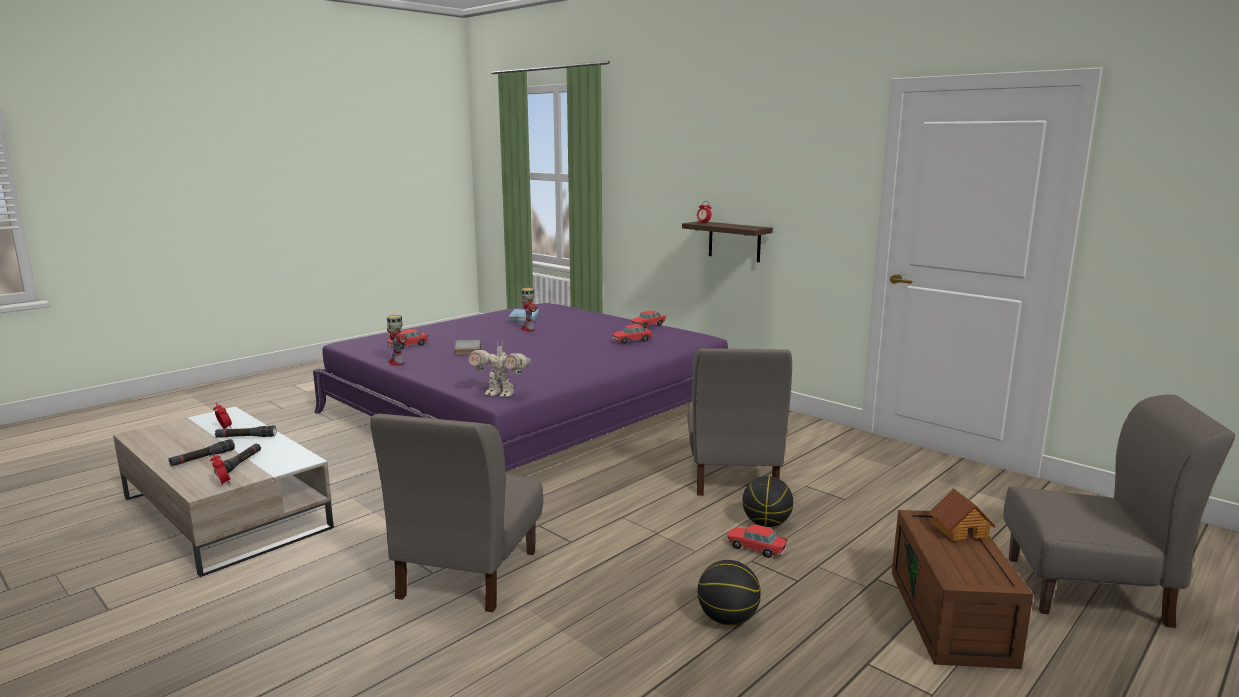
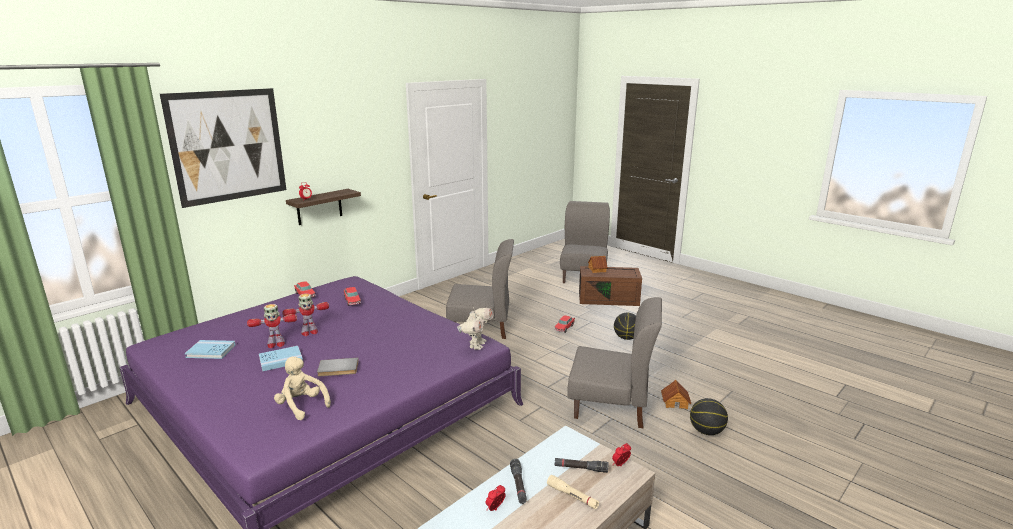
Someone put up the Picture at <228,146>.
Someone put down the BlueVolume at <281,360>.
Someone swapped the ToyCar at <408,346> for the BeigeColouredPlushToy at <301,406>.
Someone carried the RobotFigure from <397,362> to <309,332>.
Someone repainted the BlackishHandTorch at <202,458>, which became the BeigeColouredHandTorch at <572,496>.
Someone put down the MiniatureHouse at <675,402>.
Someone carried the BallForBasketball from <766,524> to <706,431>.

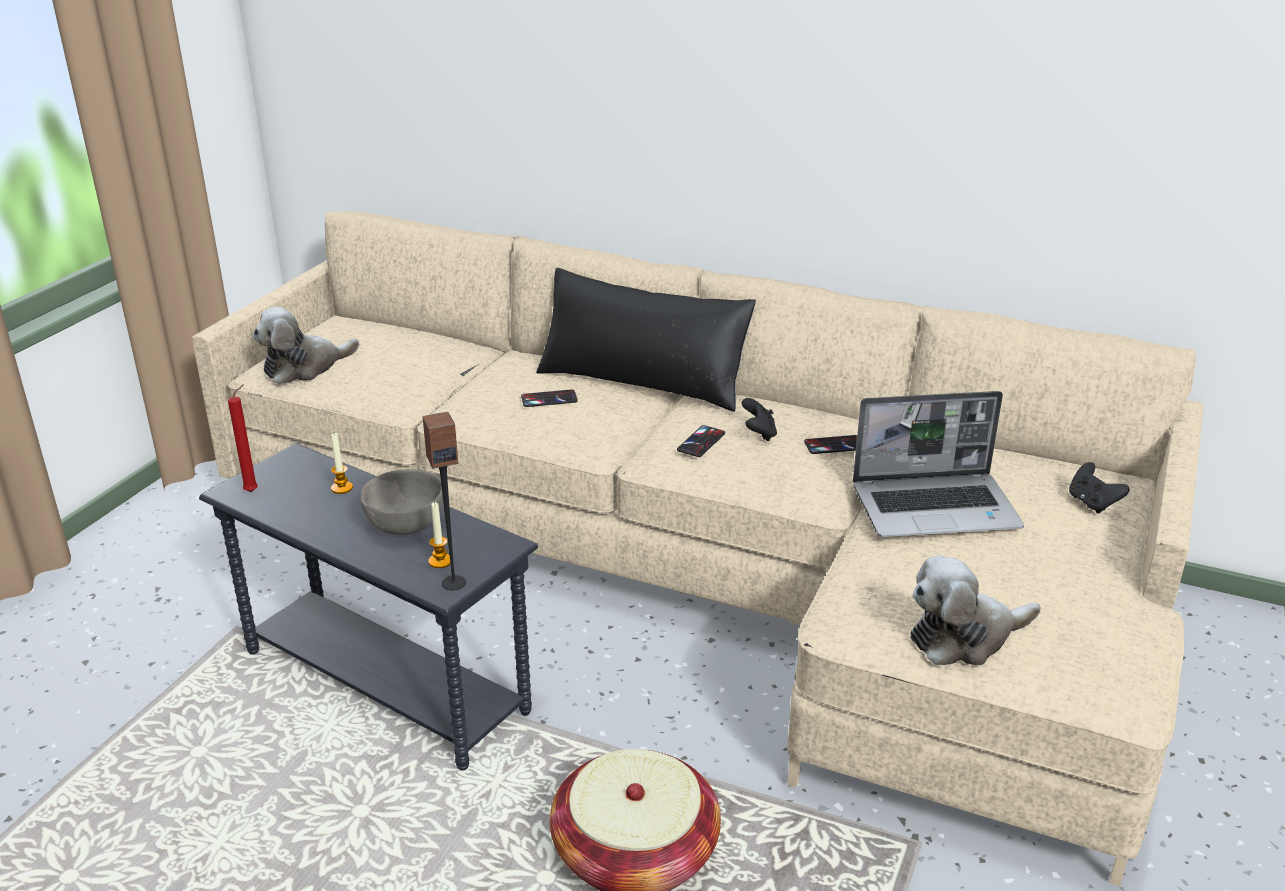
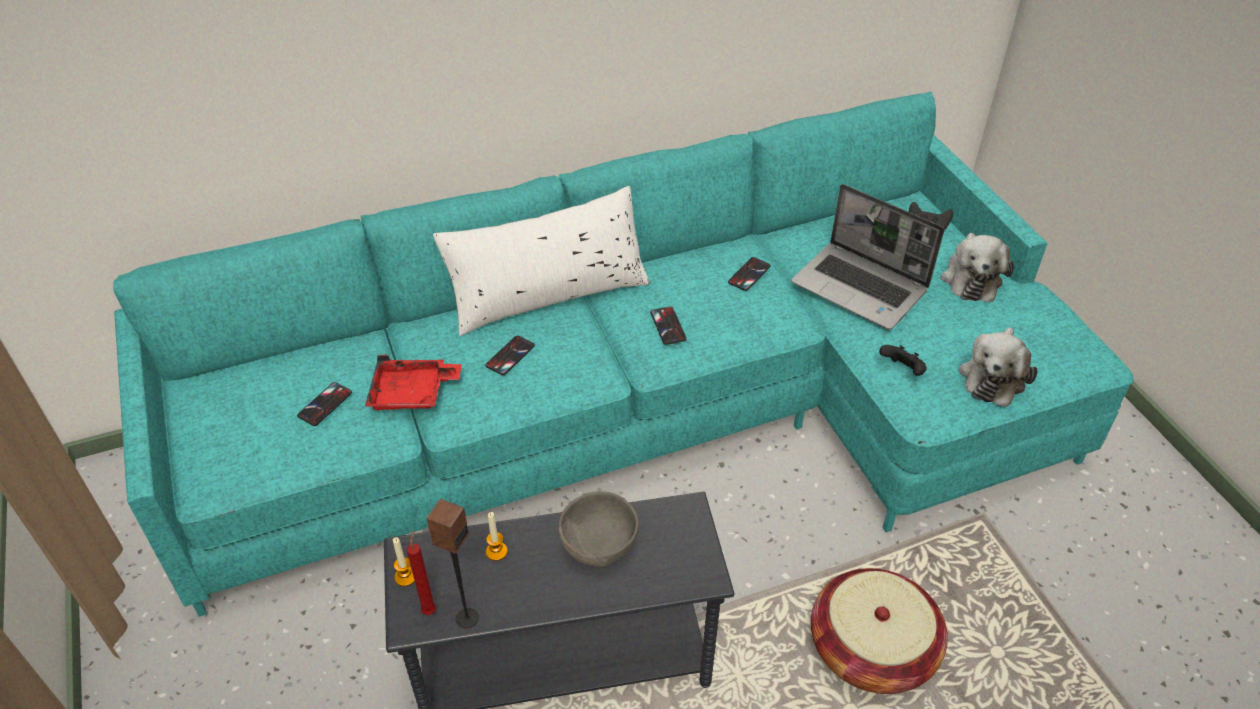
Someone repainted the BeigeColouredCouch at <704,571>, which became the TurquoiseColouredCouch at <651,414>.
Someone put down the Telephone at <325,404>.
Someone put down the ReddishCarryingTray at <412,393>.
Someone carried the WaxLight from <440,561> to <405,577>.
Someone carried the Speaker from <453,583> to <466,618>.
Someone repainted the BlackishCushion at <642,380>, which became the WhitishCushion at <548,294>.
Someone rotated the Laptop at <936,507> by 90 degrees clockwise.
Someone carried the BlackishGamepad from <758,434> to <902,371>.
Someone carried the PlushToy from <304,367> to <971,278>.

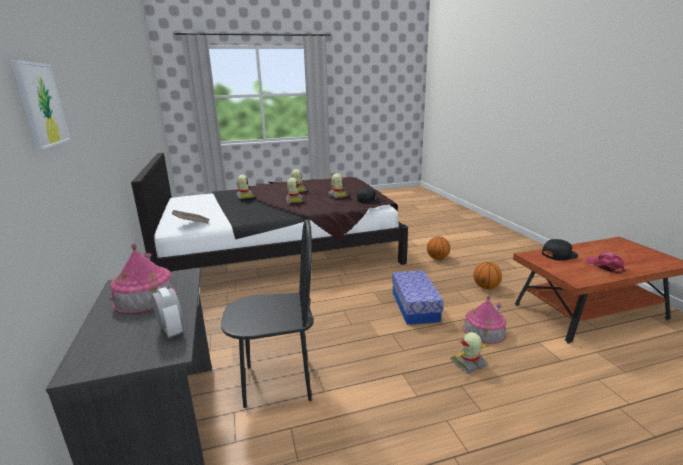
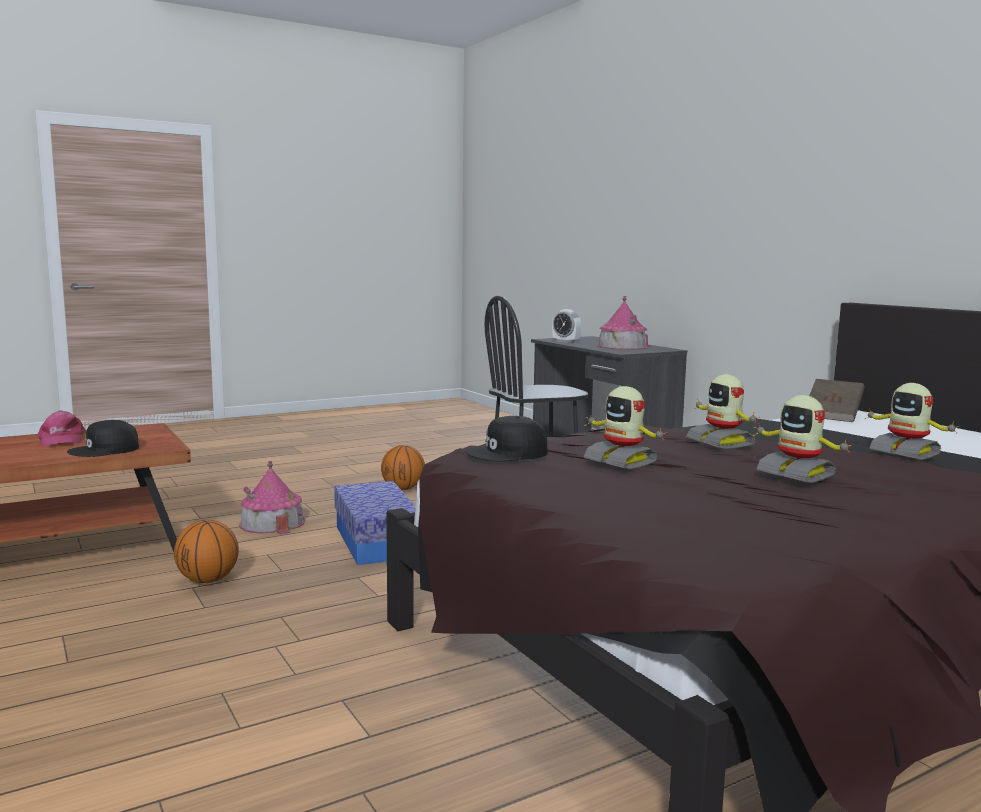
Someone carried the BallForBasketball from <437,258> to <403,489>.
Someone took away the Picture at <41,105>.
Someone took away the RobotFigure at <468,364>.

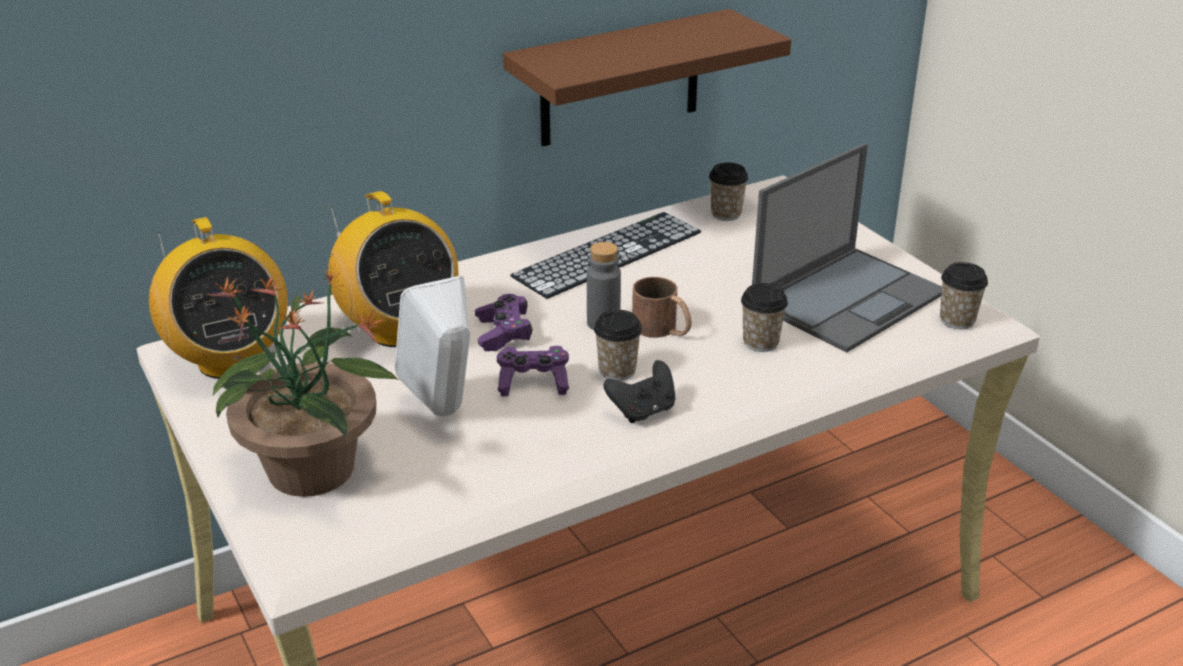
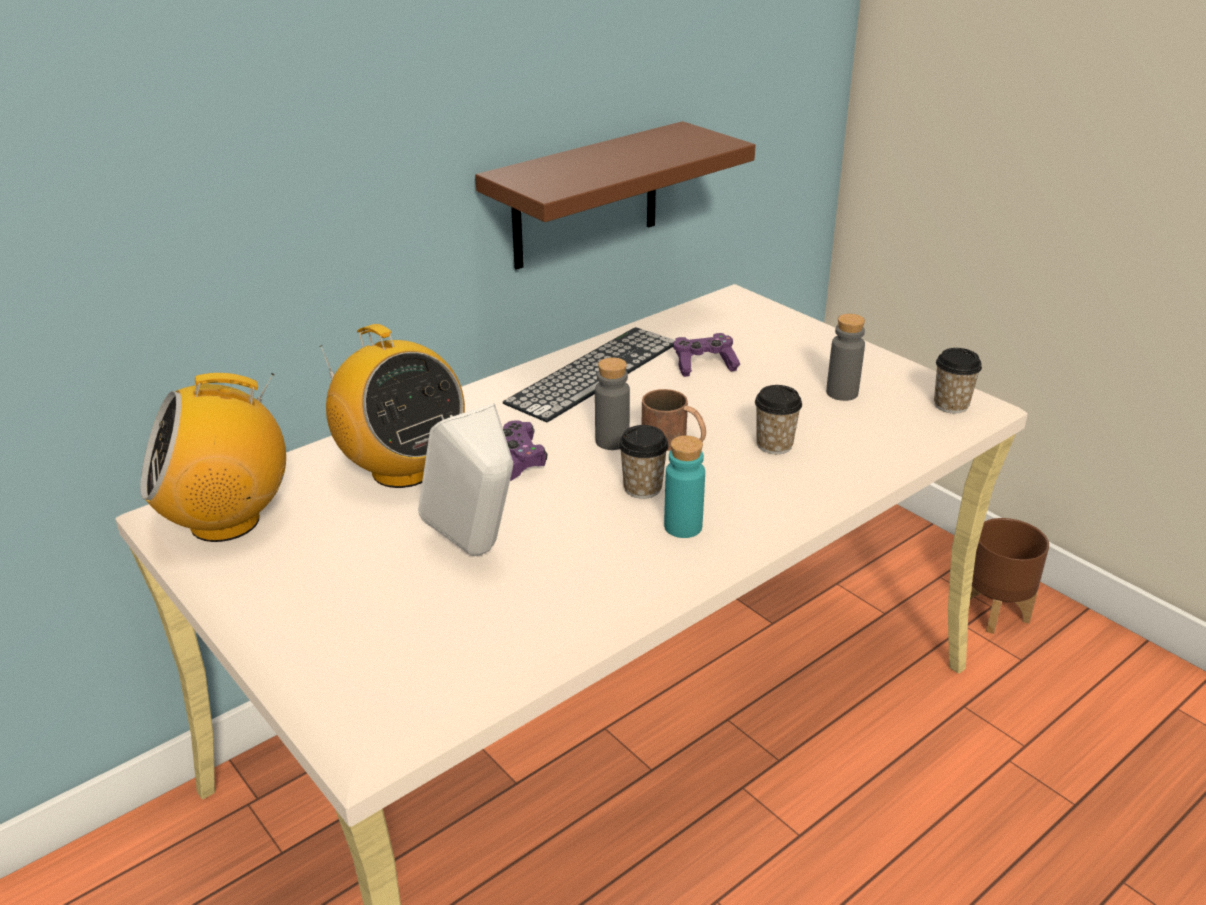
Someone rotated the RadioSet at <229,361> by 105 degrees clockwise.
Someone swapped the BlackishGamepad at <643,411> for the TurquoiseColouredBeverageBottle at <683,527>.
Someone carried the PurplishGamepad from <533,383> to <704,365>.
Someone swapped the Laptop at <849,297> for the GreyishBeverageBottle at <842,393>.
Someone put down the BrownFlowerPot at <995,612>.
Someone took away the PlantInAPot at <312,471>.
Someone took away the SmallCup at <726,214>.

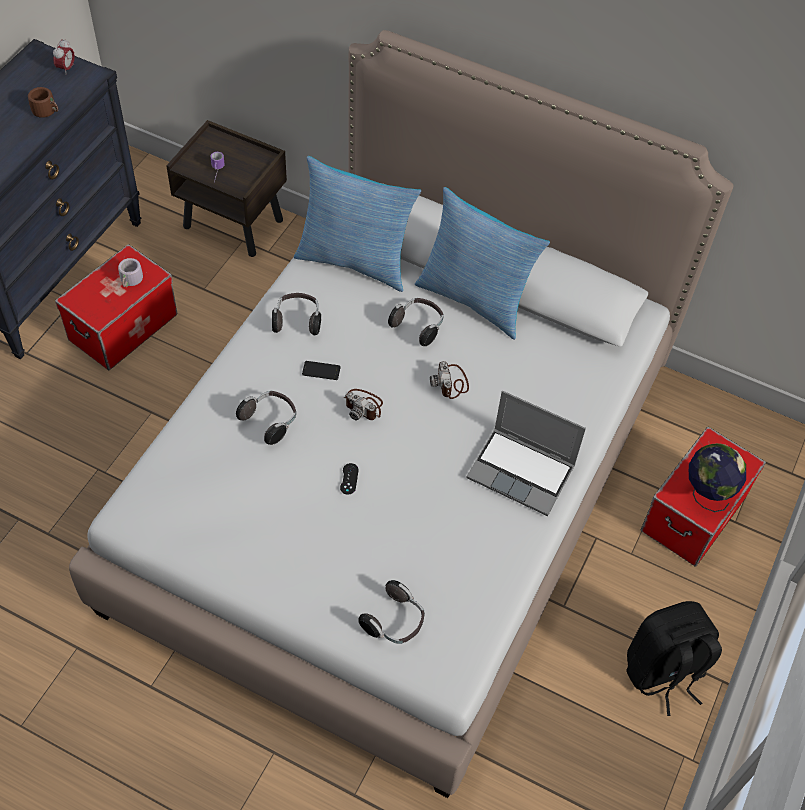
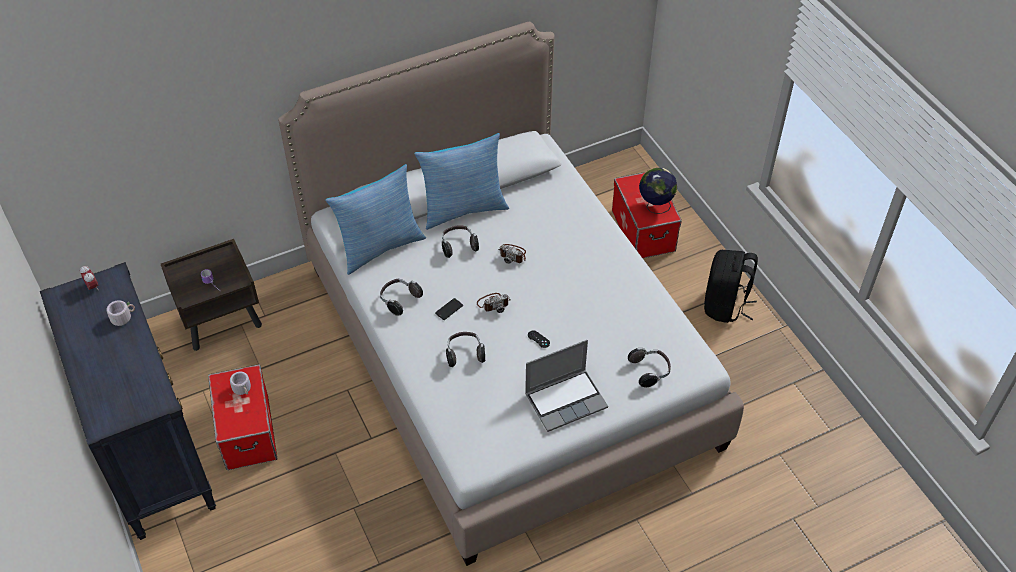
Someone repainted the BrownTeaMug at <47,110>, which became the GreyishTeaMug at <123,317>.
Someone carried the Laptop from <522,472> to <566,400>.

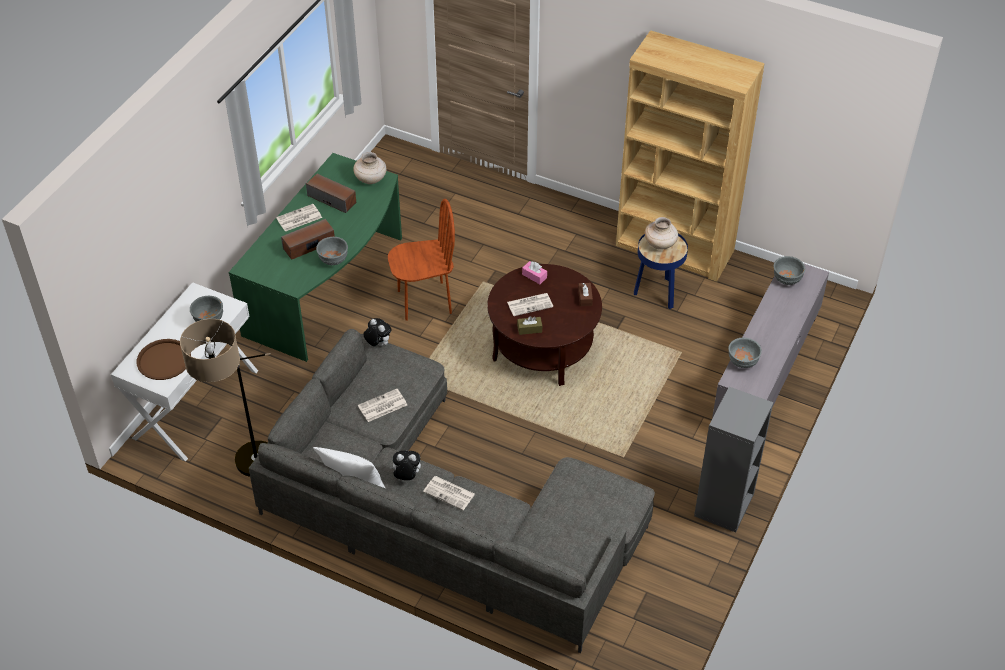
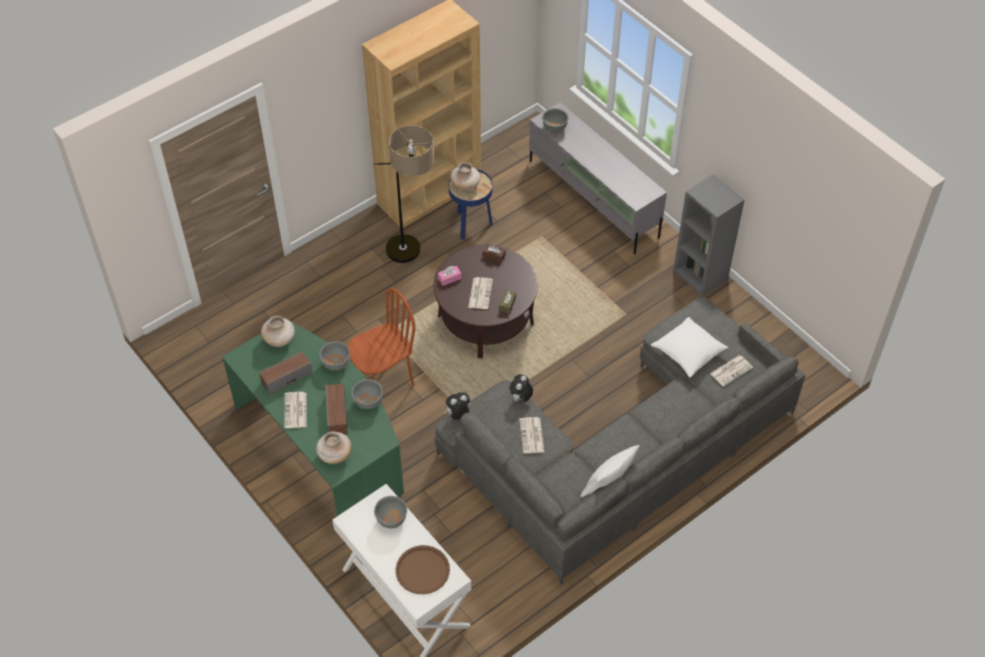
Someone put down the BeigeColouredDecorativeVase at <334,455>.
Someone carried the GreyishBowl from <743,362> to <336,363>.
Someone rotated the BrownUprightChair at <424,301> by 45 degrees clockwise.
Someone carried the FloorLamp from <247,472> to <411,258>.
Someone carried the PlushToy from <406,476> to <521,398>.
Someone put down the WhitishCushion at <688,352>.
Someone carried the PrintedPaper from <450,493> to <731,370>.

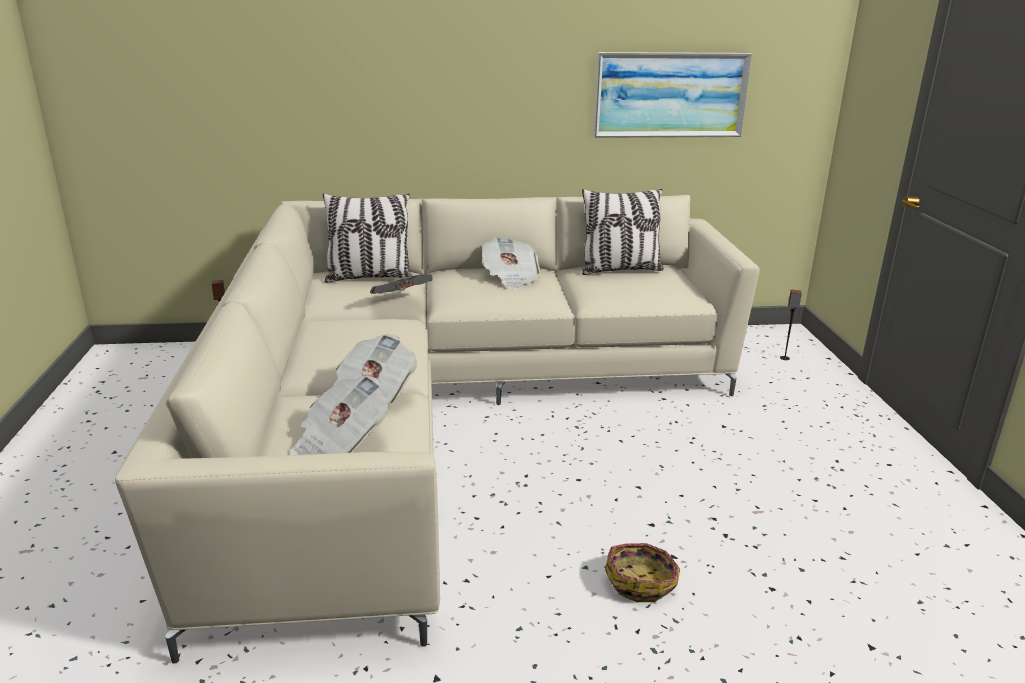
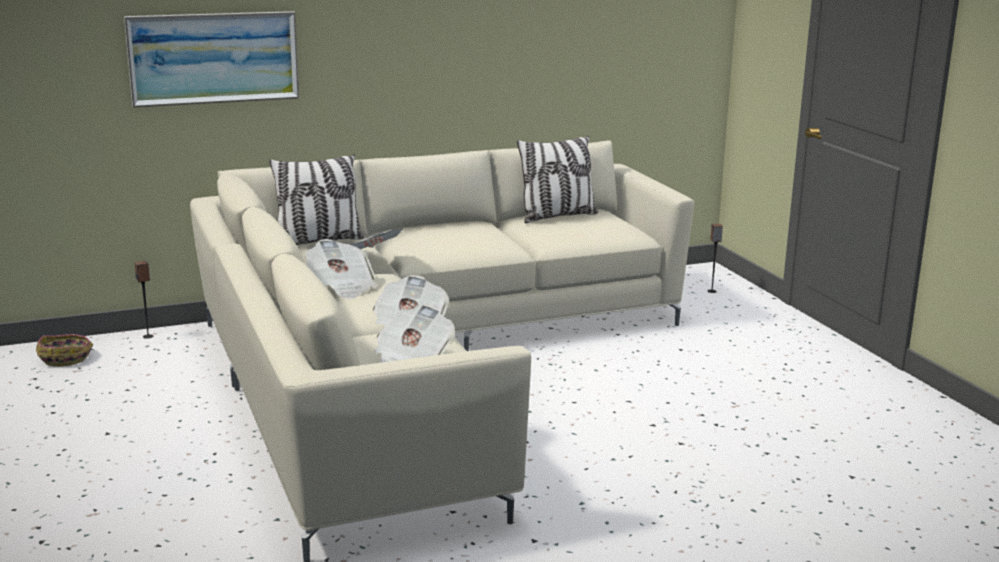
Someone carried the StorageBasket from <641,581> to <66,358>.
Someone carried the Picture from <670,95> to <214,58>.
Someone carried the PrintedPaper from <511,278> to <341,287>.

